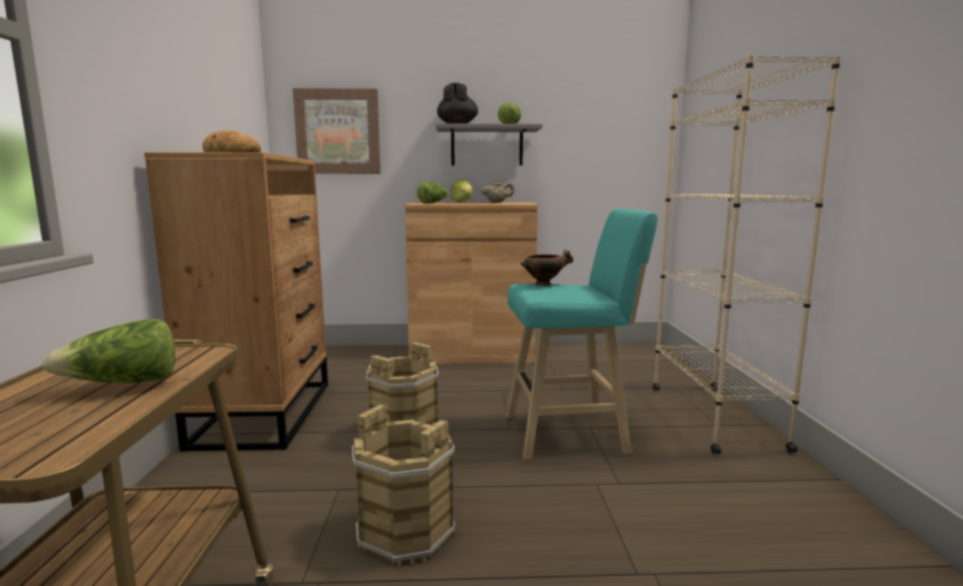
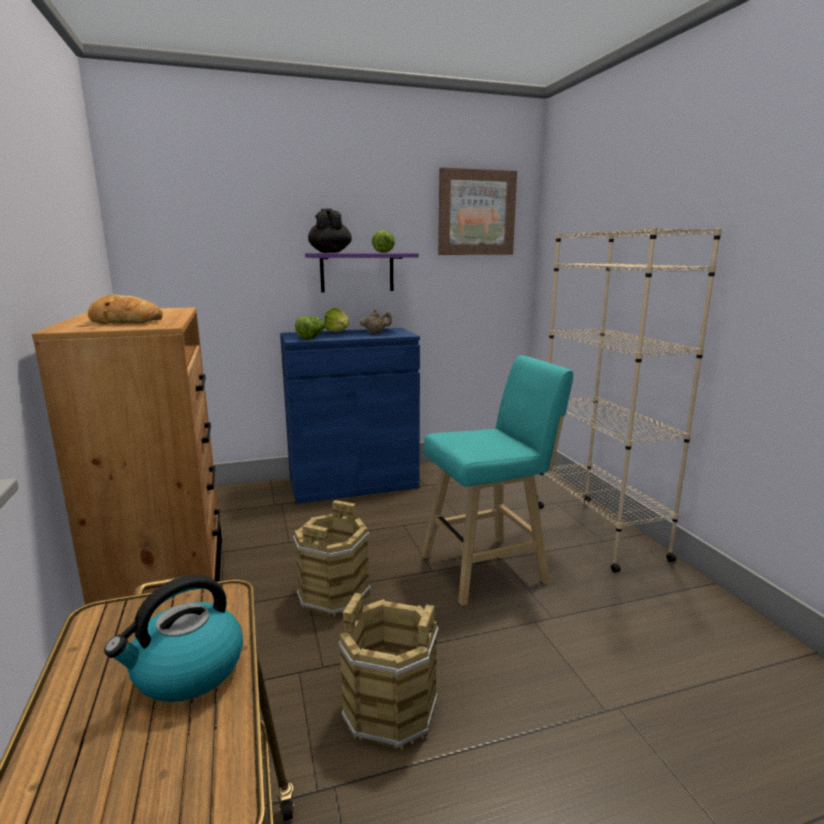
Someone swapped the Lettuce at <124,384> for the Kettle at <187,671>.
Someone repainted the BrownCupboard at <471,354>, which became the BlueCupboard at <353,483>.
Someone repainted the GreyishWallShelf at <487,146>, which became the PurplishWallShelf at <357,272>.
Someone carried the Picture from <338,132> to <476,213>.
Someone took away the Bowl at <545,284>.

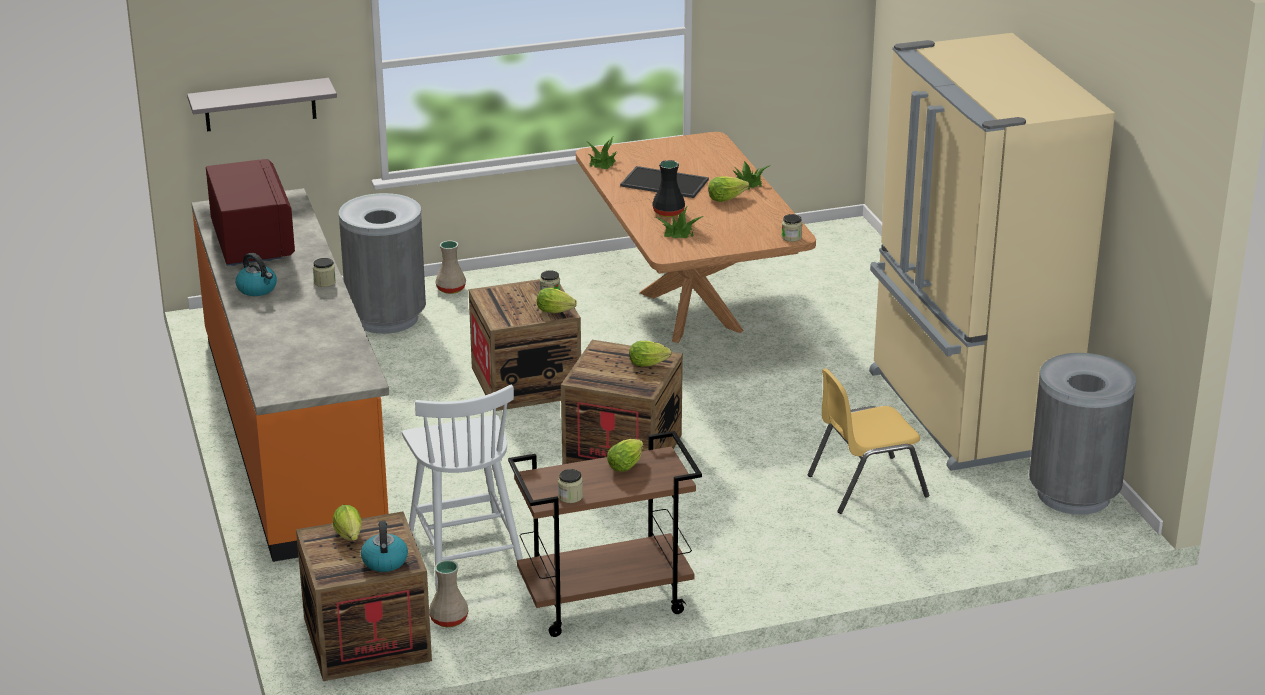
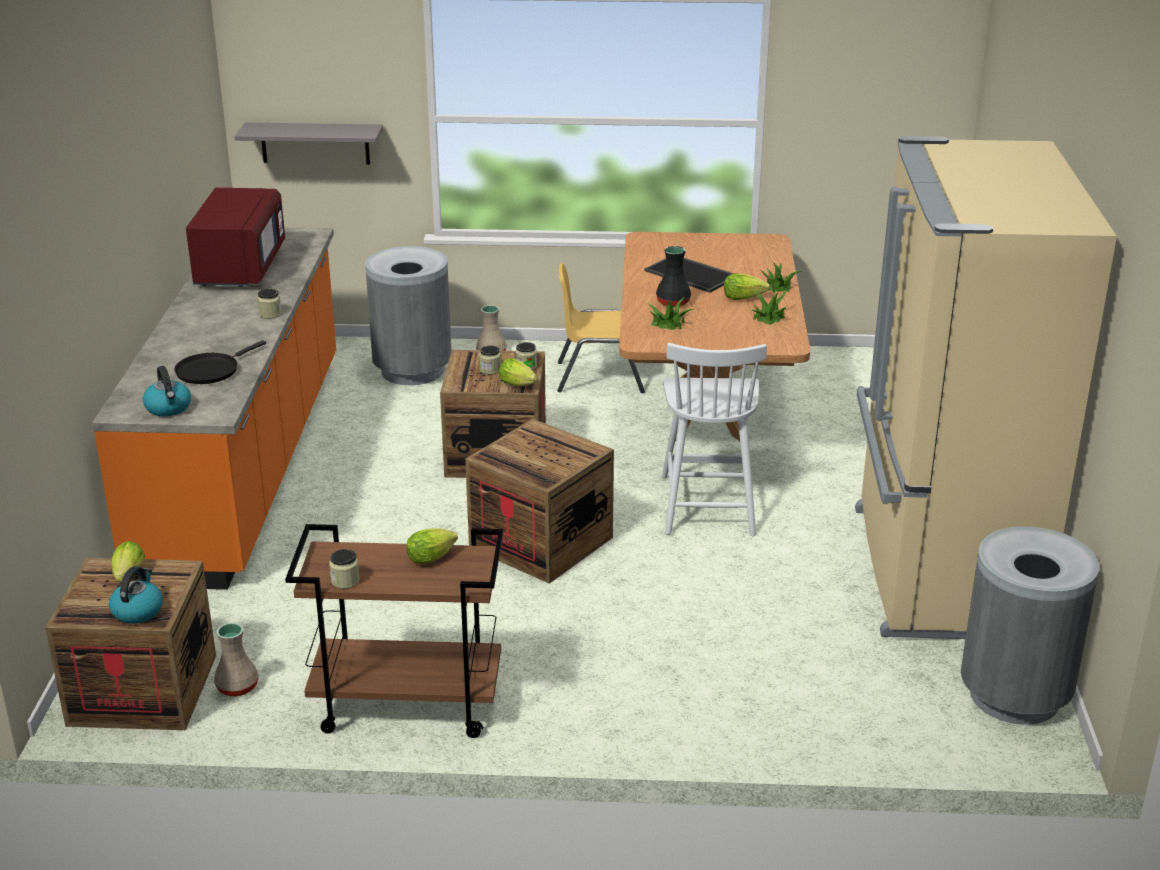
Someone carried the Kettle from <257,289> to <169,408>.
Someone put down the BlackishFryingPan at <210,371>.
Someone carried the Jar from <791,237> to <490,370>.
Someone carried the YellowishUprightChair from <866,485> to <599,377>.
Someone carried the WhitishUprightChair from <466,550> to <707,504>.
Someone carried the PlantInAPot from <603,162> to <769,317>.
Someone took away the Lettuce at <650,364>.

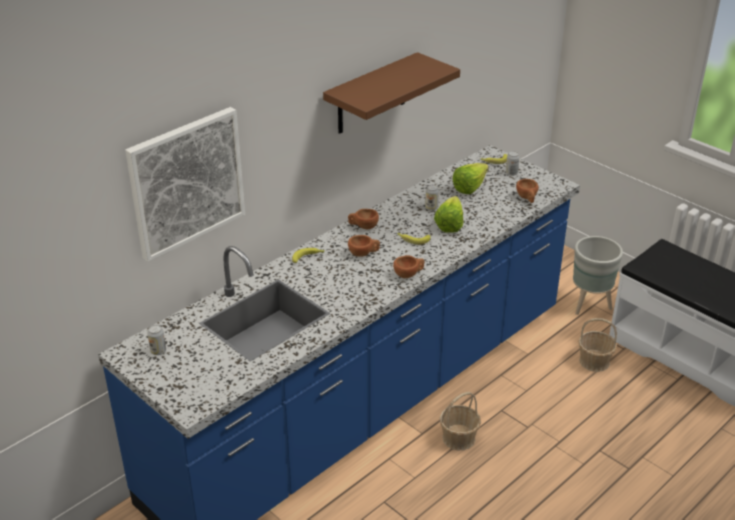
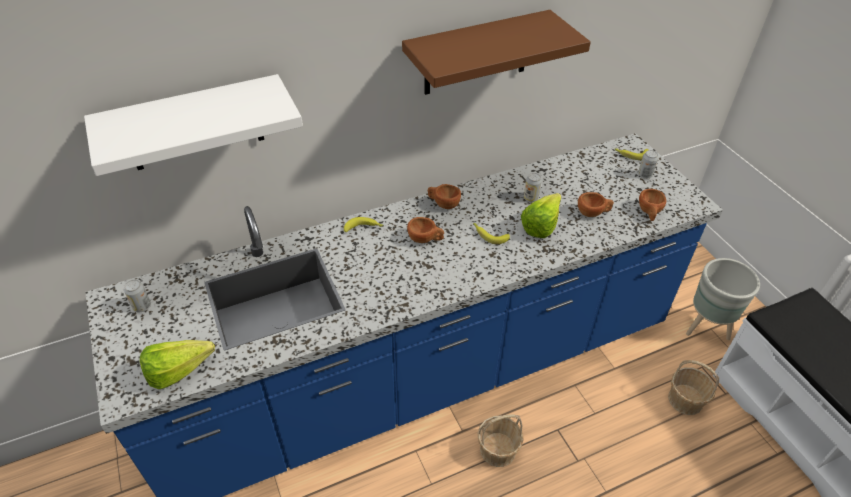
Someone swapped the Picture at <186,182> for the WhitishWallShelf at <194,124>.
Someone carried the Lettuce from <473,187> to <185,371>.
Someone carried the BrownSmallCup from <409,274> to <593,213>.

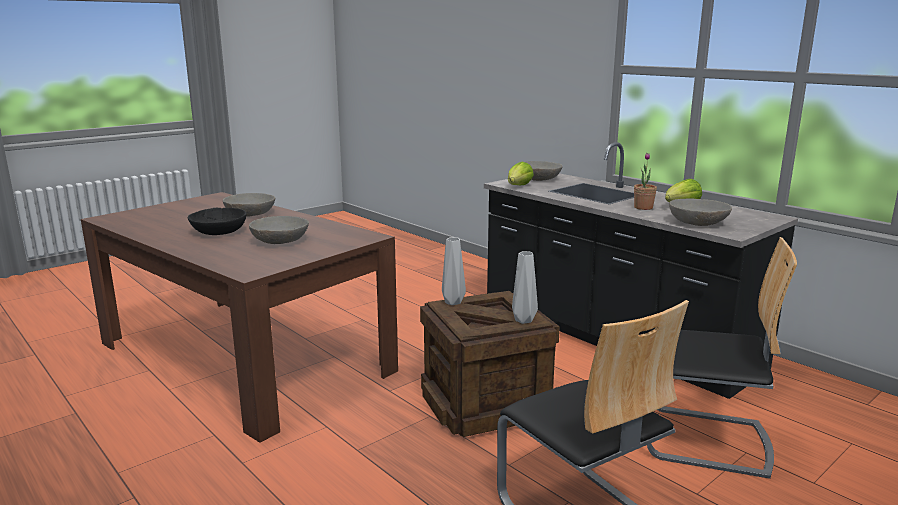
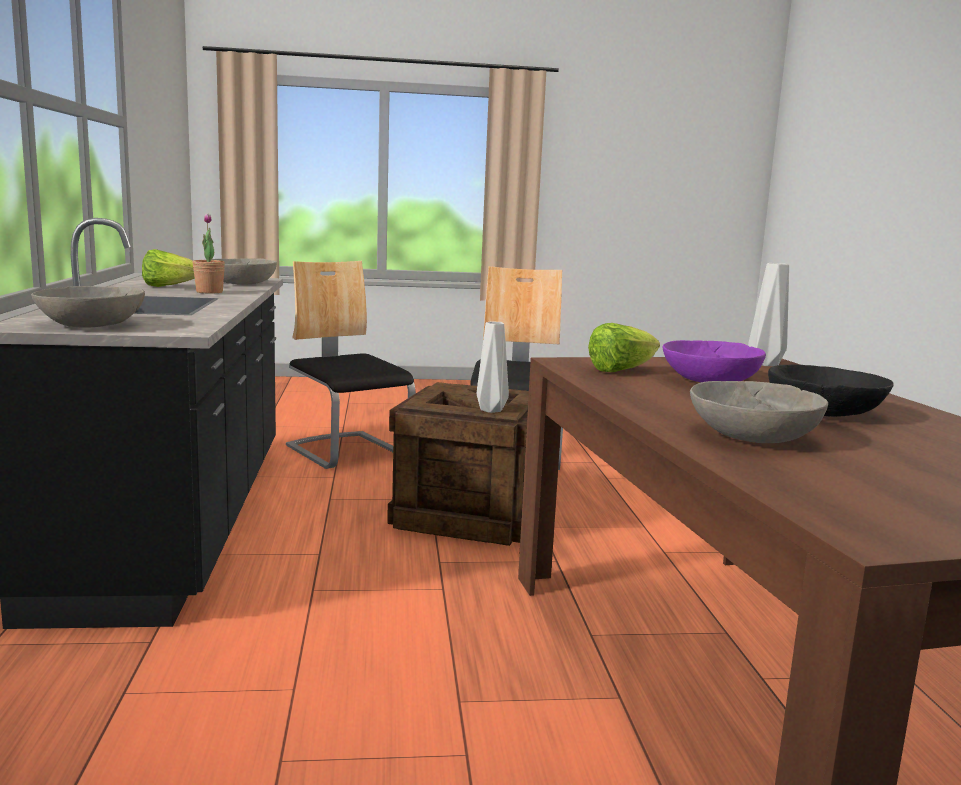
Someone carried the Lettuce from <518,187> to <621,370>.
Someone repainted the GreyishBowl at <280,241>, which became the PurplishBowl at <709,380>.
Someone carried the GreyishDecorativeVase from <522,320> to <767,364>.

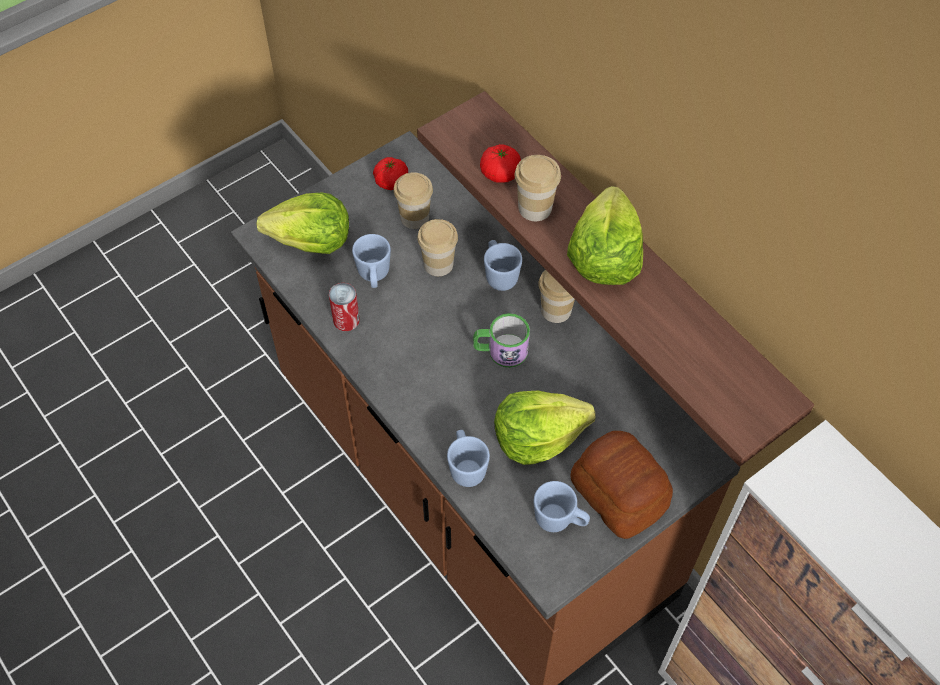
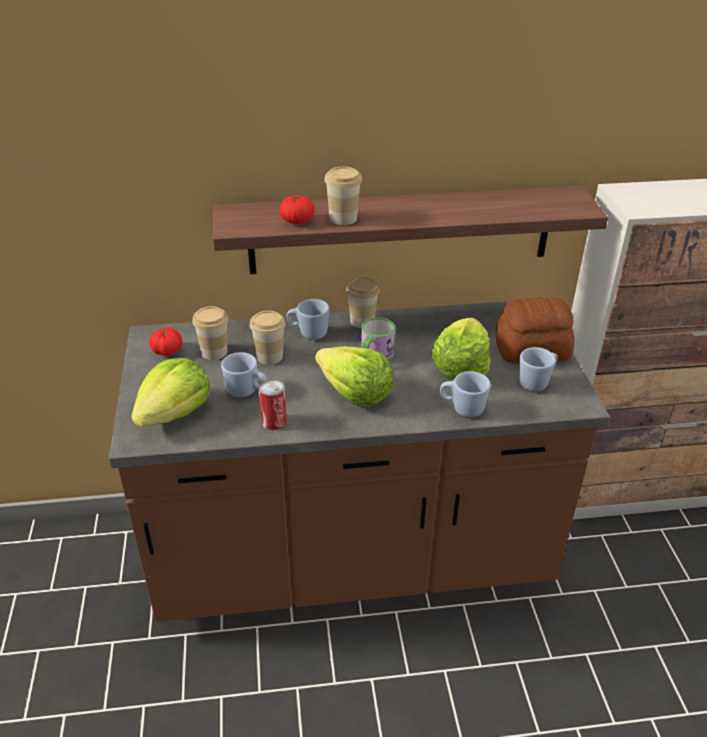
Someone carried the Lettuce from <604,256> to <354,393>.

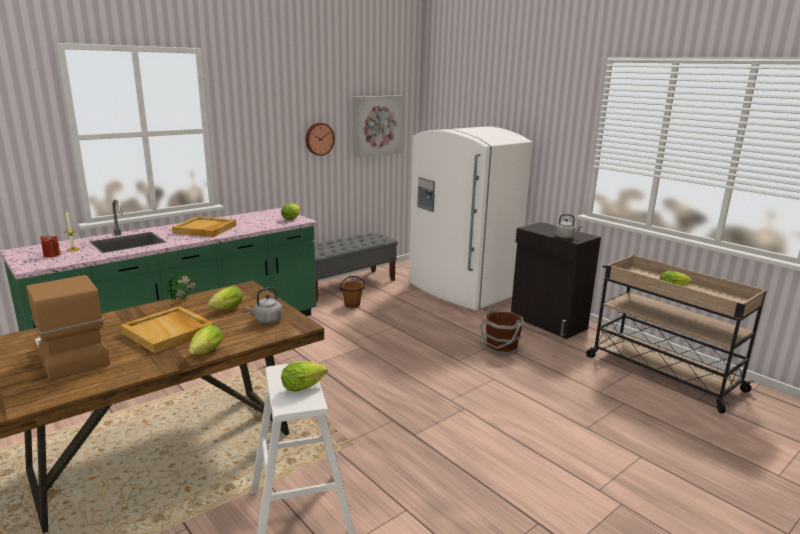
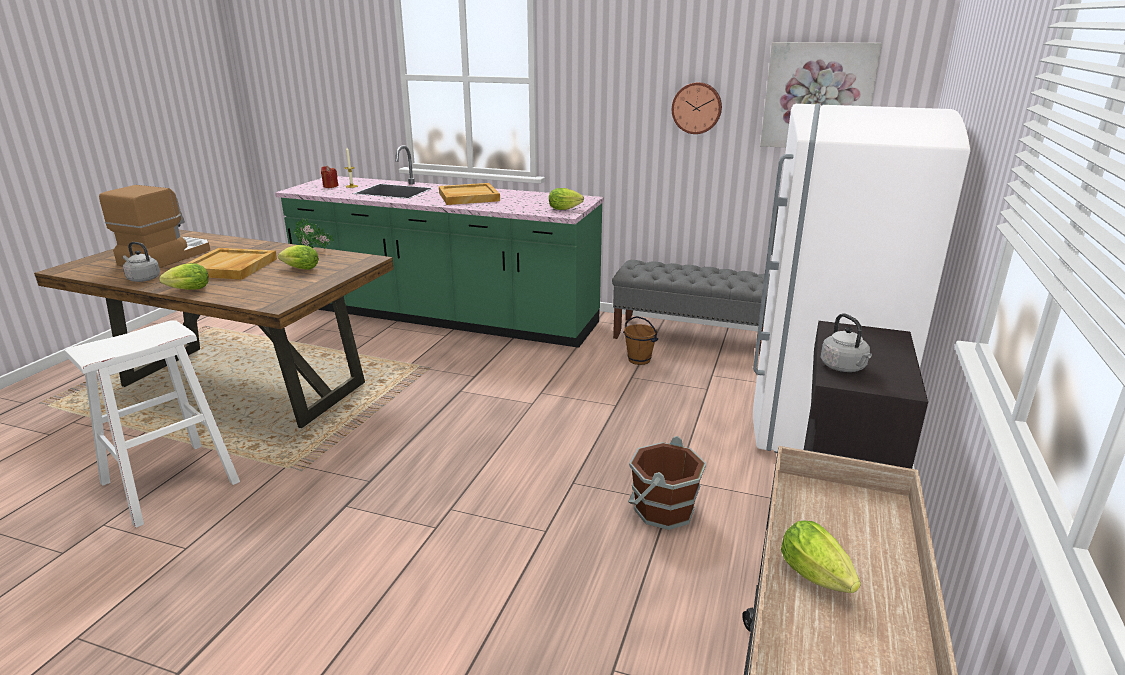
Someone carried the GreyishKettle from <267,320> to <142,279>.
Someone took away the Lettuce at <305,387>.

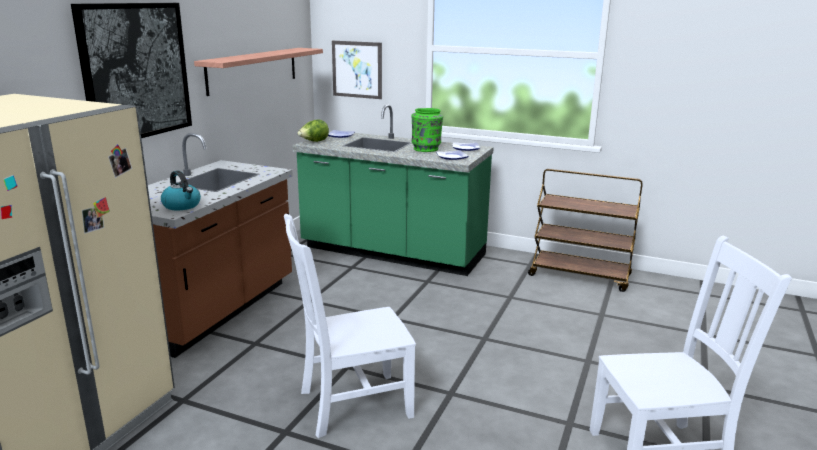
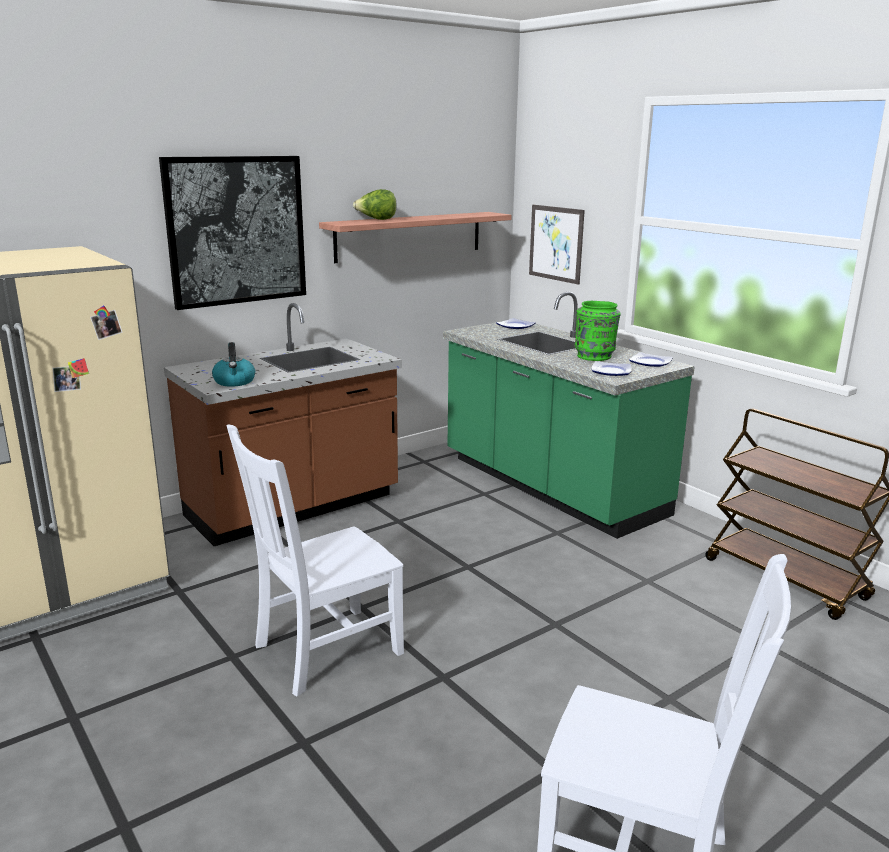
Someone rotated the WhitishUprightChair at <351,404> by 45 degrees counterclockwise.
Someone carried the Lettuce from <314,142> to <376,219>.

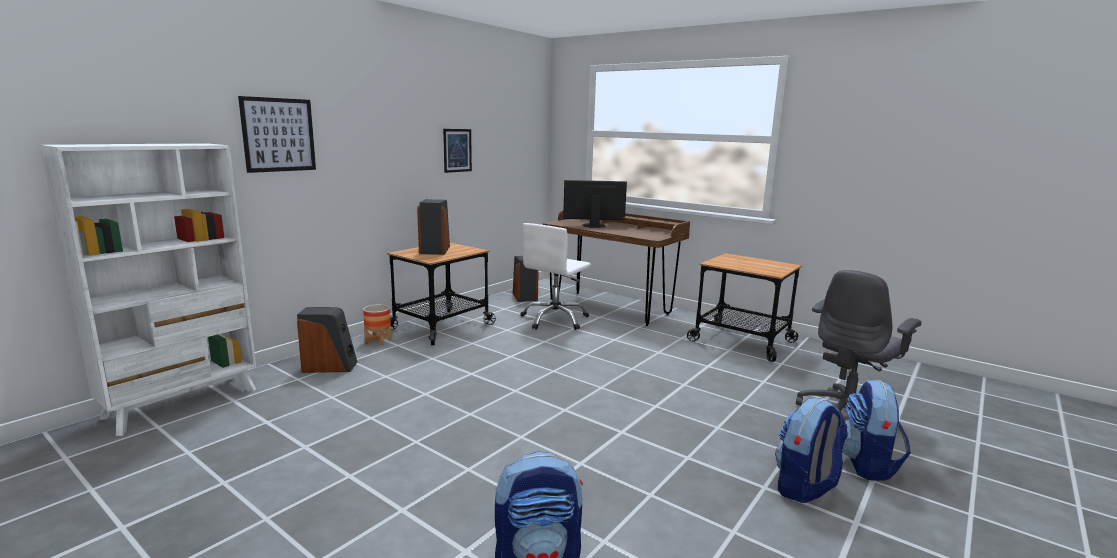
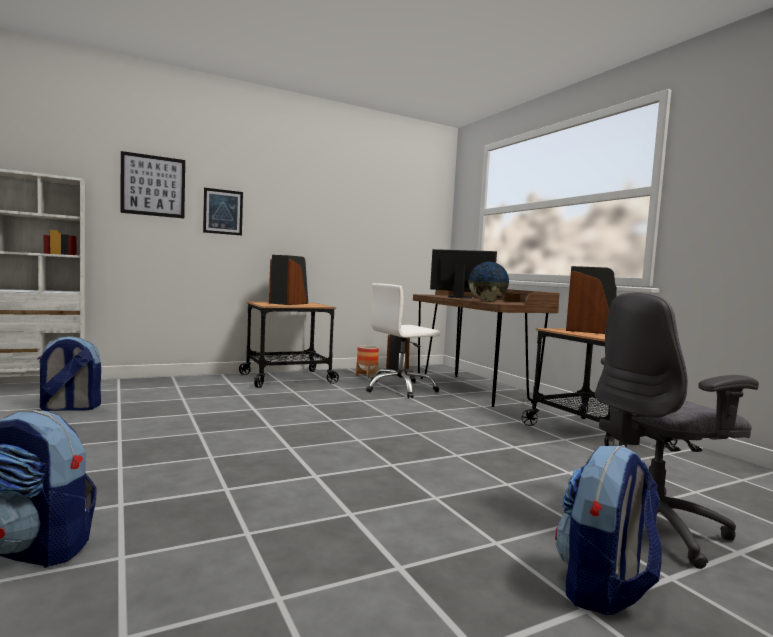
Someone carried the Knapsack from <805,487> to <69,408>.
Someone carried the Picture from <457,150> to <223,212>.
Someone carried the FlowerPot from <378,341> to <366,375>.
Someone put down the Globe at <487,301>.
Someone carried the Speaker from <330,366> to <592,331>.

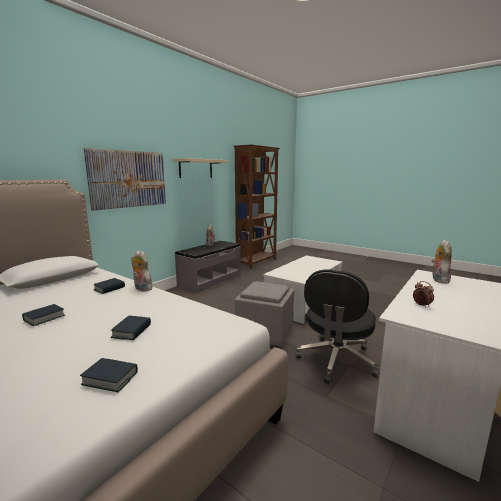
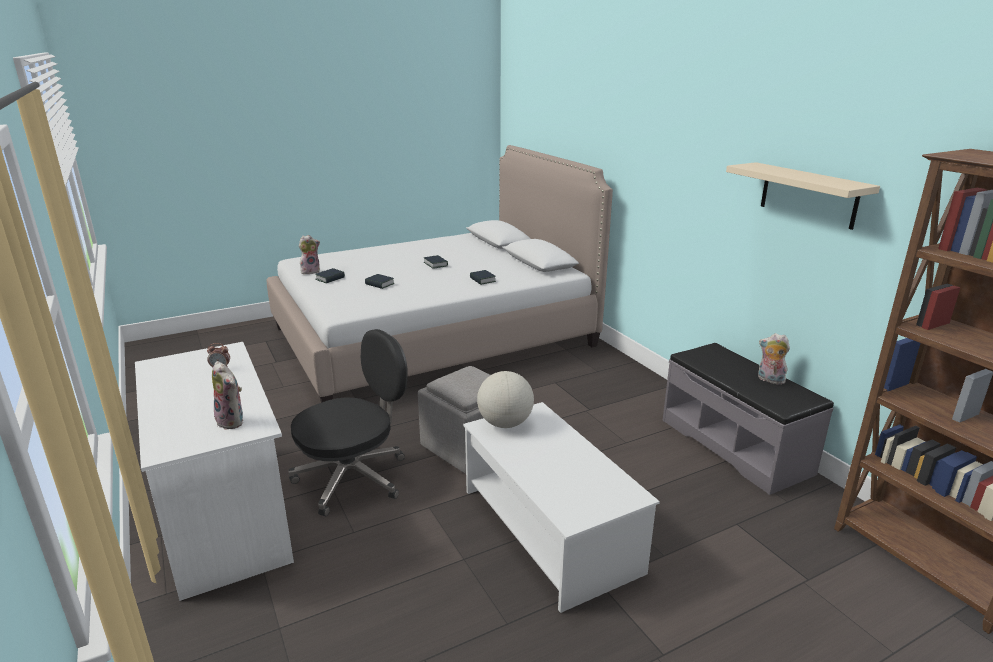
Someone rotated the BlackishOfficeChair at <336,361> by 90 degrees clockwise.
Someone carried the PlushToy from <141,289> to <310,271>.
Someone put down the Globe at <505,423>.
Someone took away the Picture at <128,179>.

